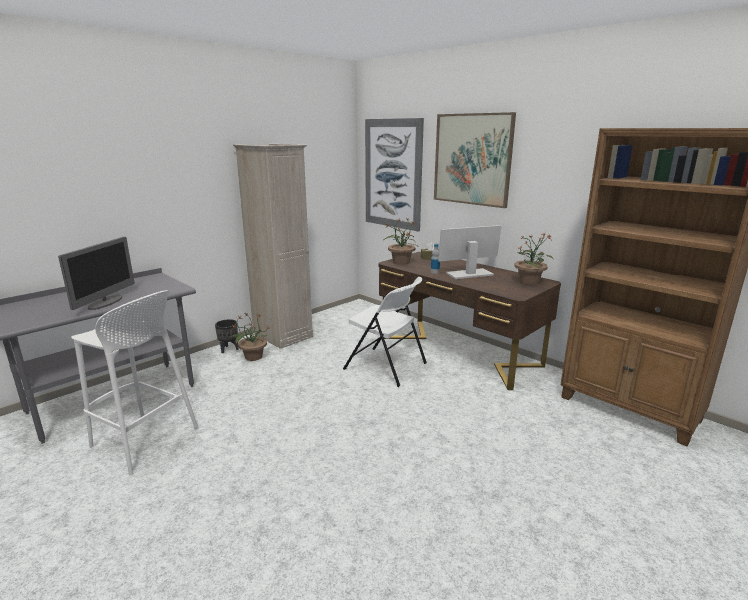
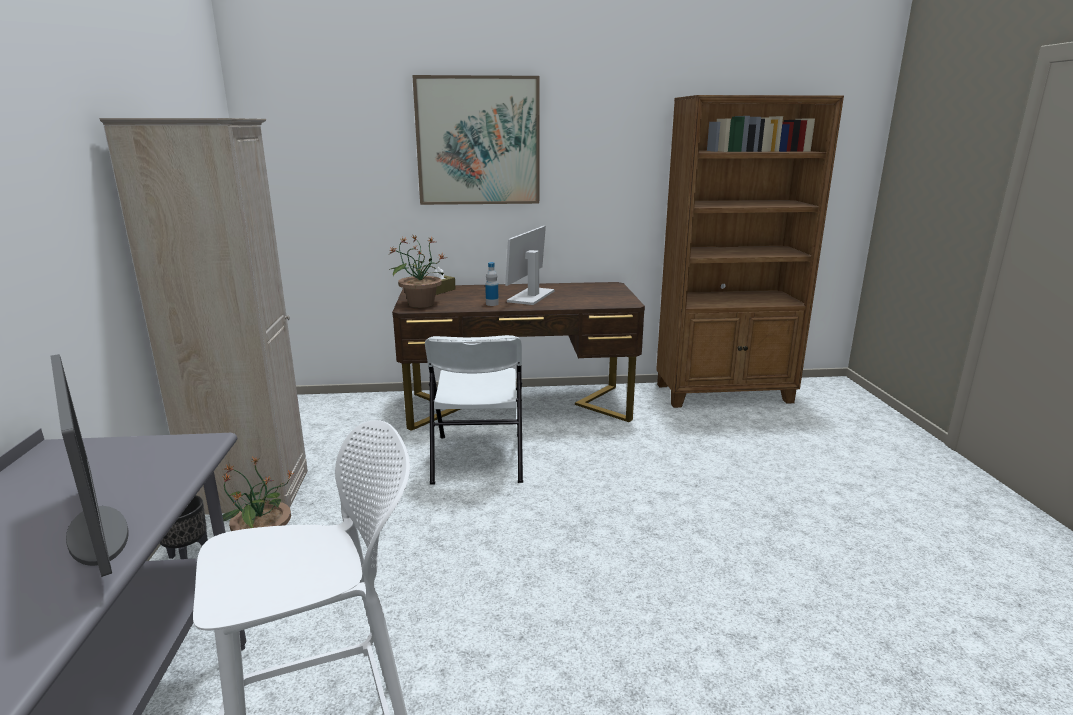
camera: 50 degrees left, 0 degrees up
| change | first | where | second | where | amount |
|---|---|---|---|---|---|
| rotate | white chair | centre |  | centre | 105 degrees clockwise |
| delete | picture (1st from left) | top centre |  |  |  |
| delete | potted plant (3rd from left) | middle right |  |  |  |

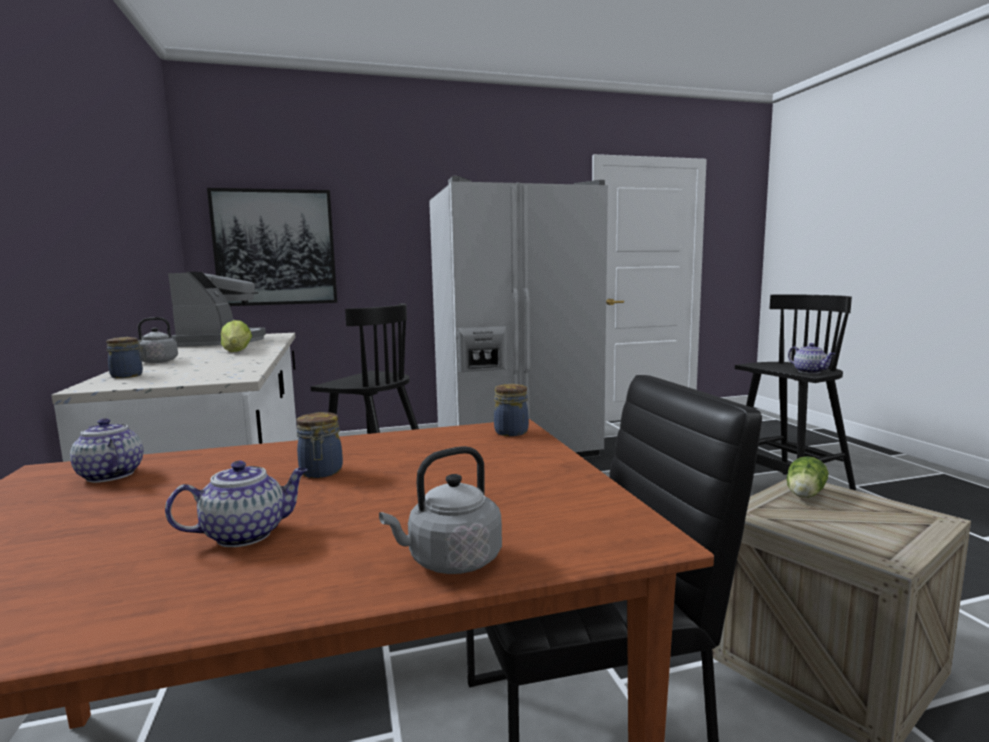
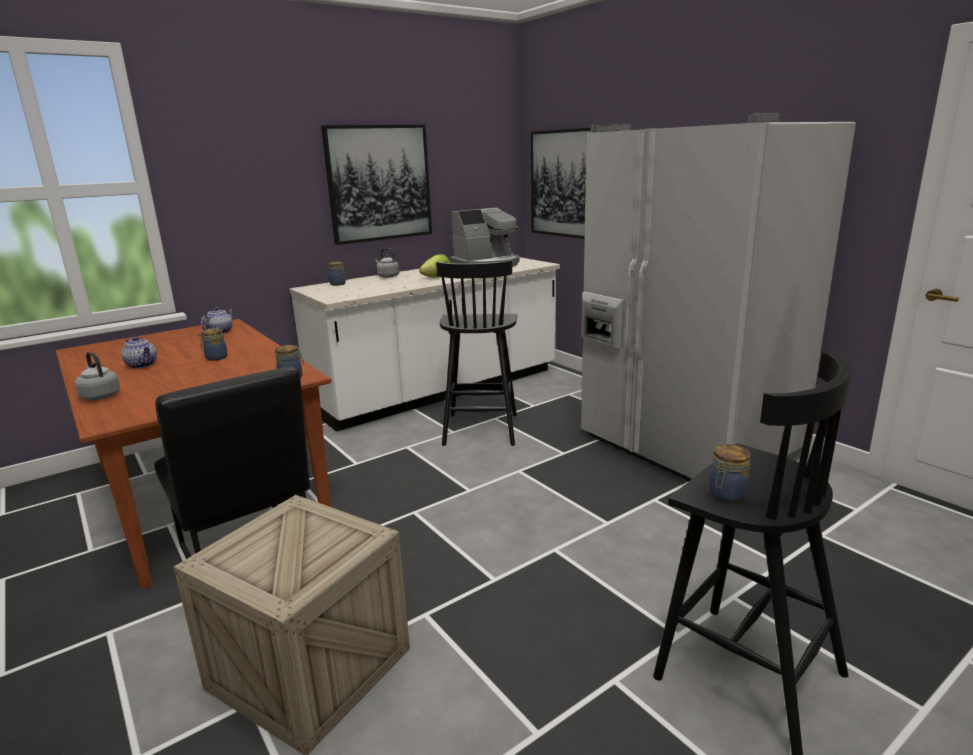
camera: 70 degrees right, 10 degrees up
| change | first | where | second | where | amount |
|---|---|---|---|---|---|
| delete | lettuce (2nd from left) | middle right |  |  |  |
| replace | teapot (3rd from left) | middle right | jar (4th from left) | middle right |  |
| insert |  |  | picture (1st from left) | top centre |  |

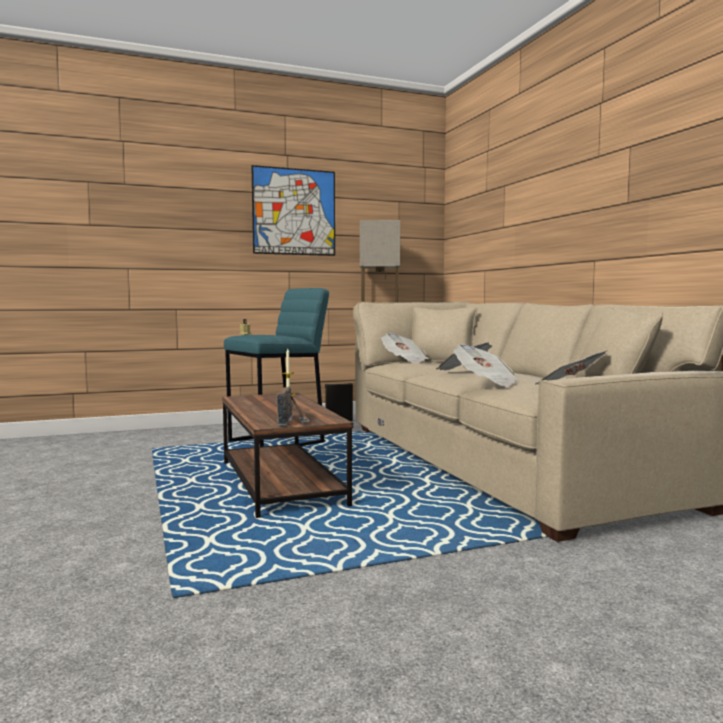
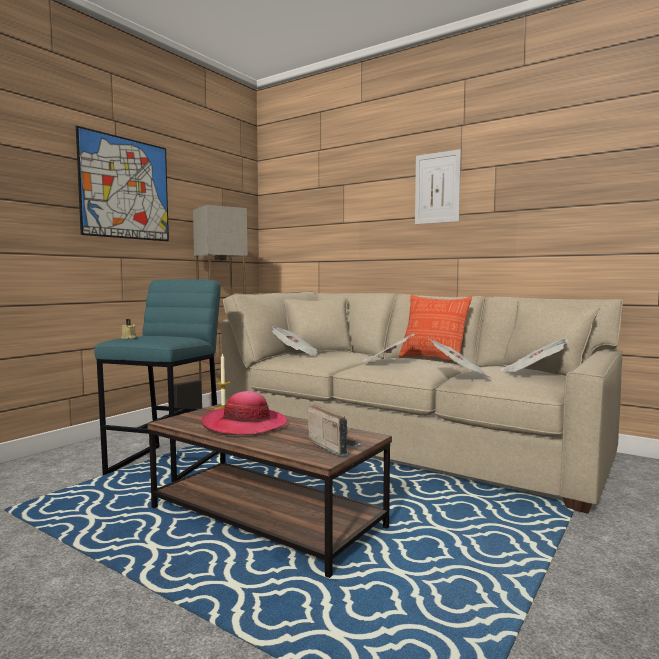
camera: 35 degrees left, 0 degrees up
| change | first | where | second | where | amount |
|---|---|---|---|---|---|
| insert |  |  | hat | centre |  |
| insert |  |  | orange pillow | centre |  |
| insert |  |  | picture (2nd from left) | top centre |  |

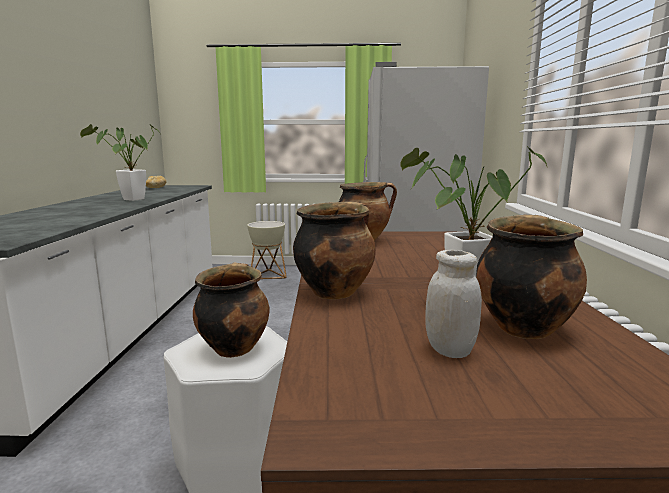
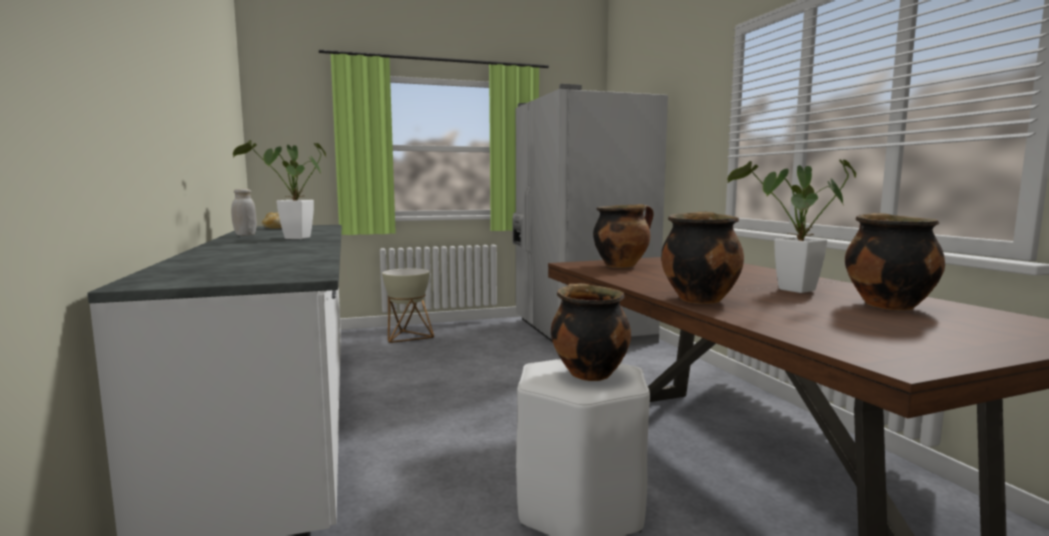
camera: 20 degrees left, 5 degrees down
| change | first | where | second | where | amount |
|---|---|---|---|---|---|
| move | white jar | middle right |  | middle left |  |

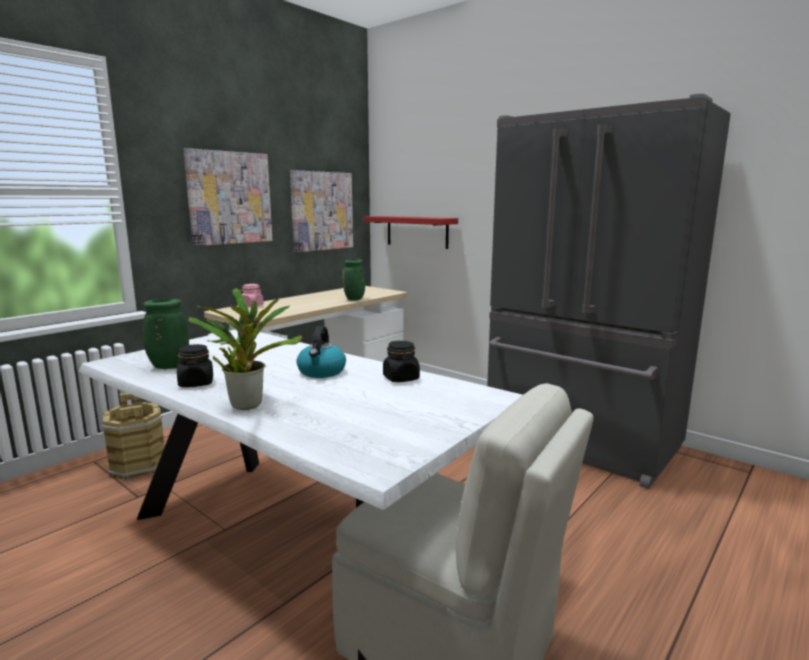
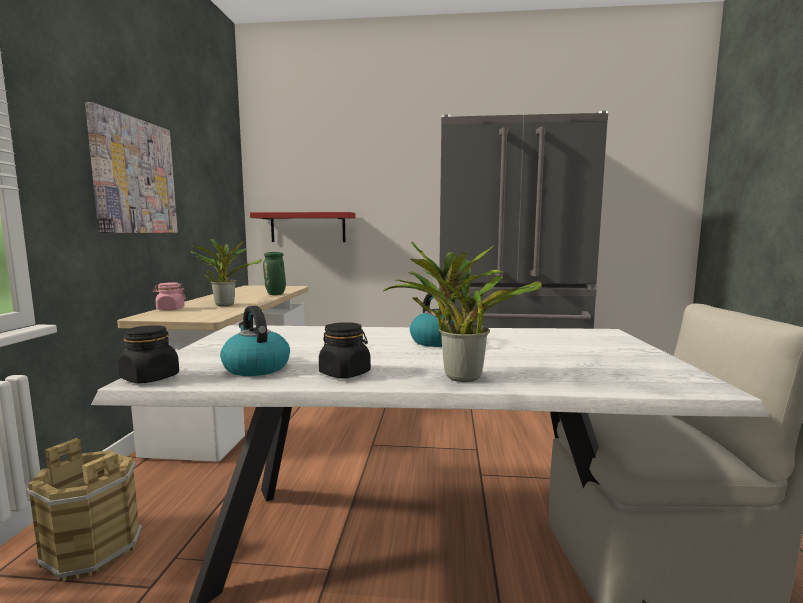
camera: 35 degrees left, 5 degrees down
| change | first | where | second | where | amount |
|---|---|---|---|---|---|
| replace | green vase (1st from left) | middle left | kettle (1st from left) | middle left |  |
| delete | picture (2nd from left) | top centre |  |  |  |
| move | black jar (2nd from left in the first image) | centre | black jar (1st from left) | middle left |  |
| insert |  |  | potted plant (1st from left) | middle left |  |

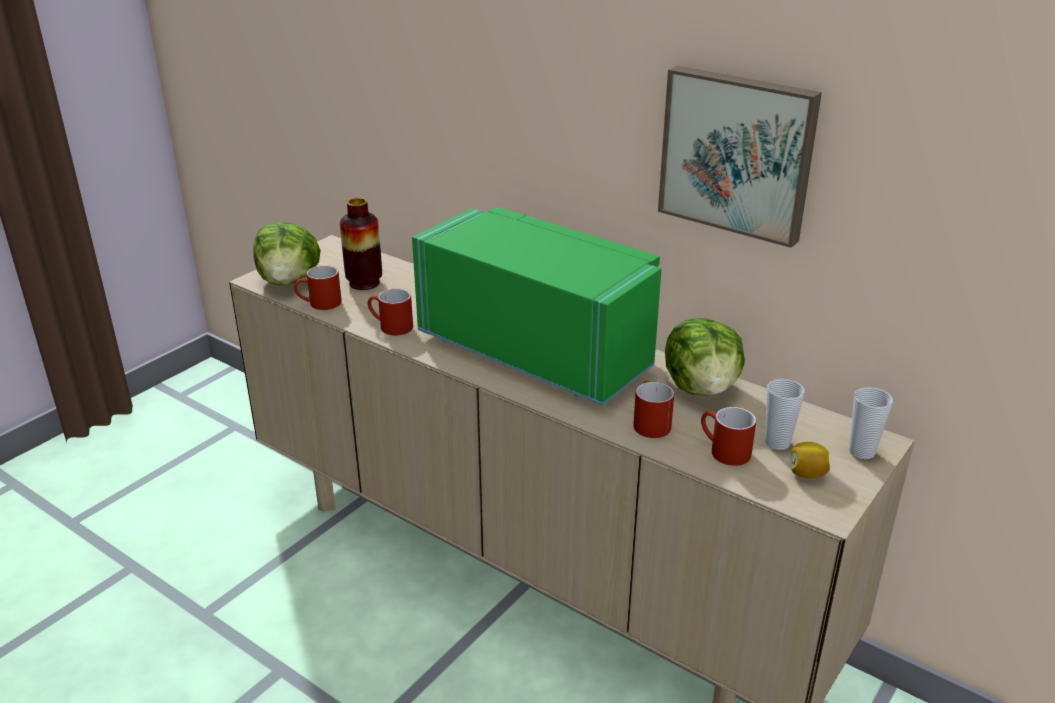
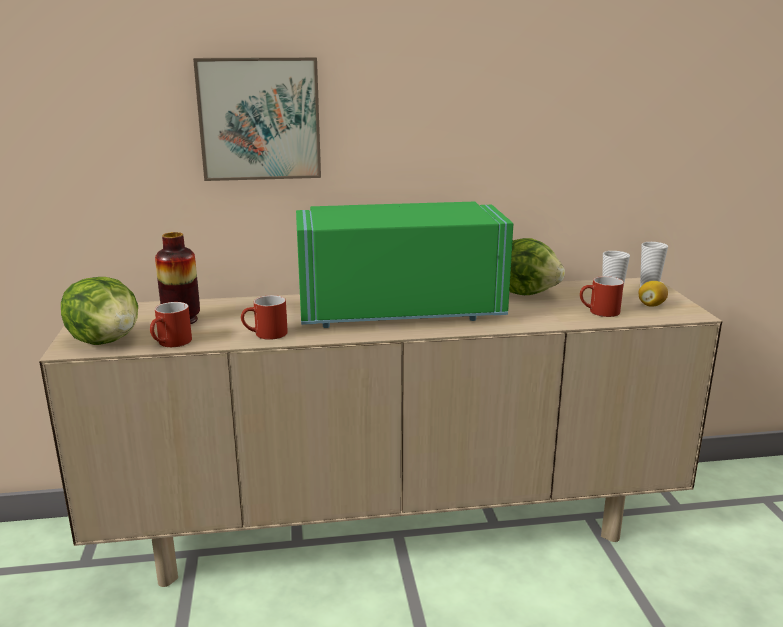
camera: 45 degrees left, 10 degrees down
| change | first | where | second | where | amount |
|---|---|---|---|---|---|
| delete | red mug (3rd from left) | centre |  |  |  |
| move | picture | top right |  | top left |  |

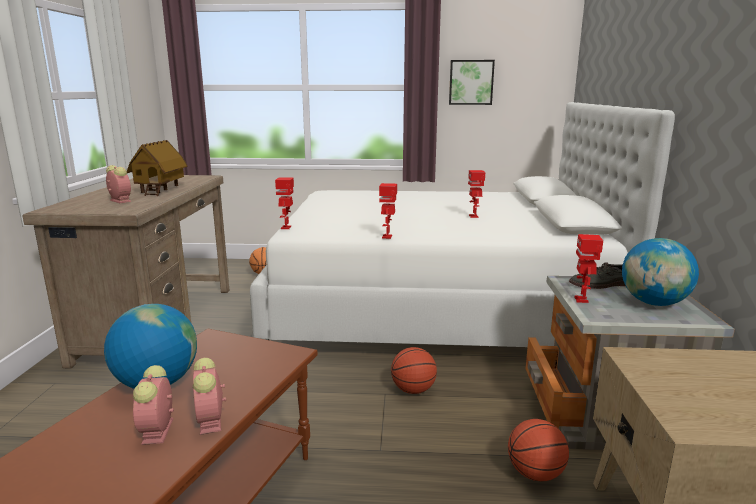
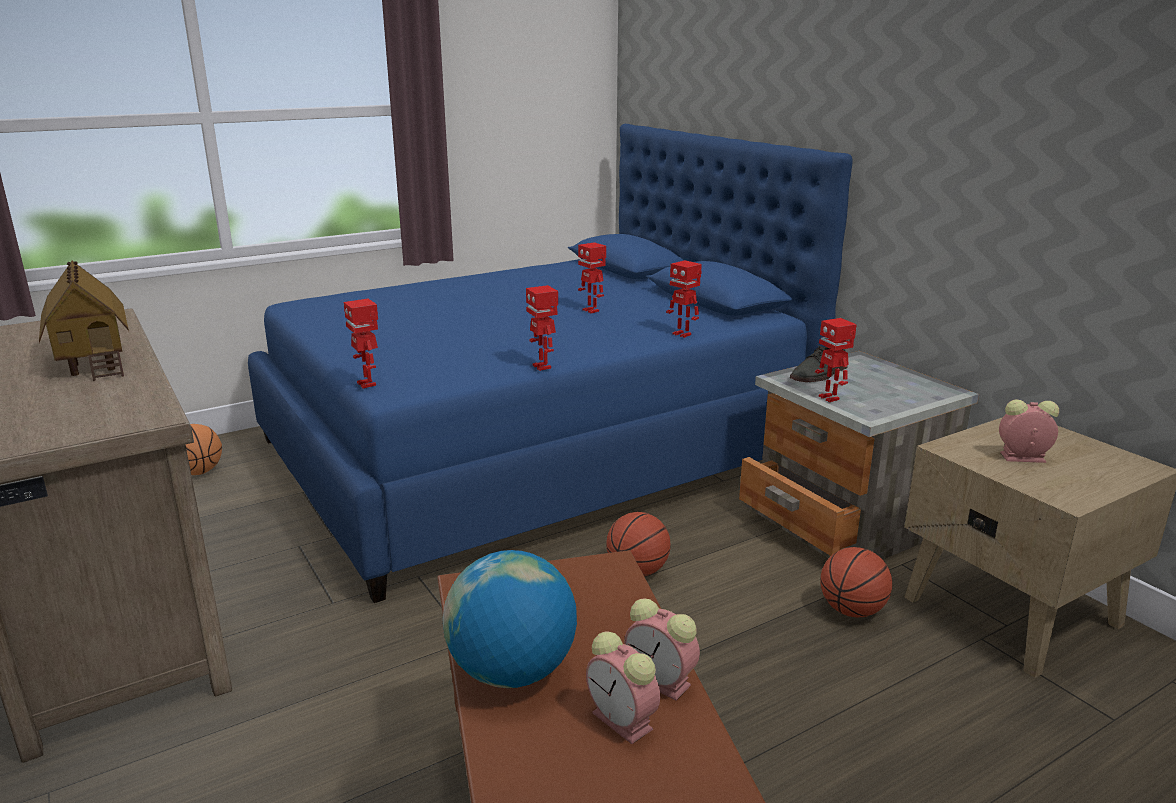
camera: 35 degrees left, 5 degrees up
| change | first | where | second | where | amount |
|---|---|---|---|---|---|
| move | alarm clock (1st from left in the first image) | middle left | alarm clock (3rd from left) | middle right |  |
| recolor | white bed | centre | blue bed | centre |  |
| delete | picture | top centre |  |  |  |
| delete | globe (2nd from left) | middle right |  |  |  |
| insert |  |  | toy robot (4th from left) | centre |  |

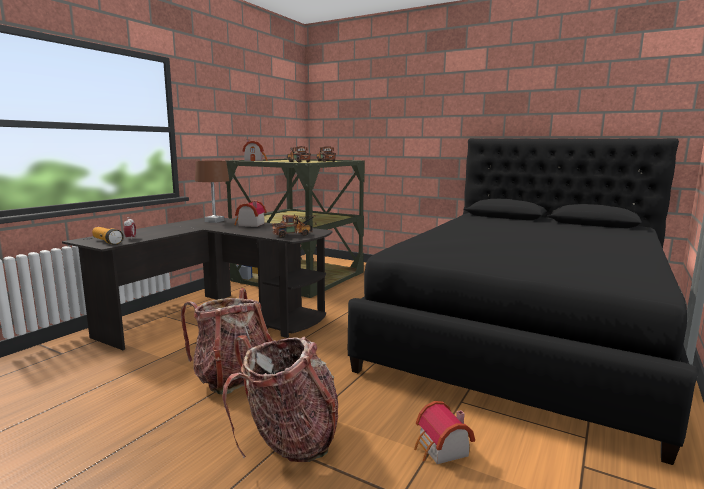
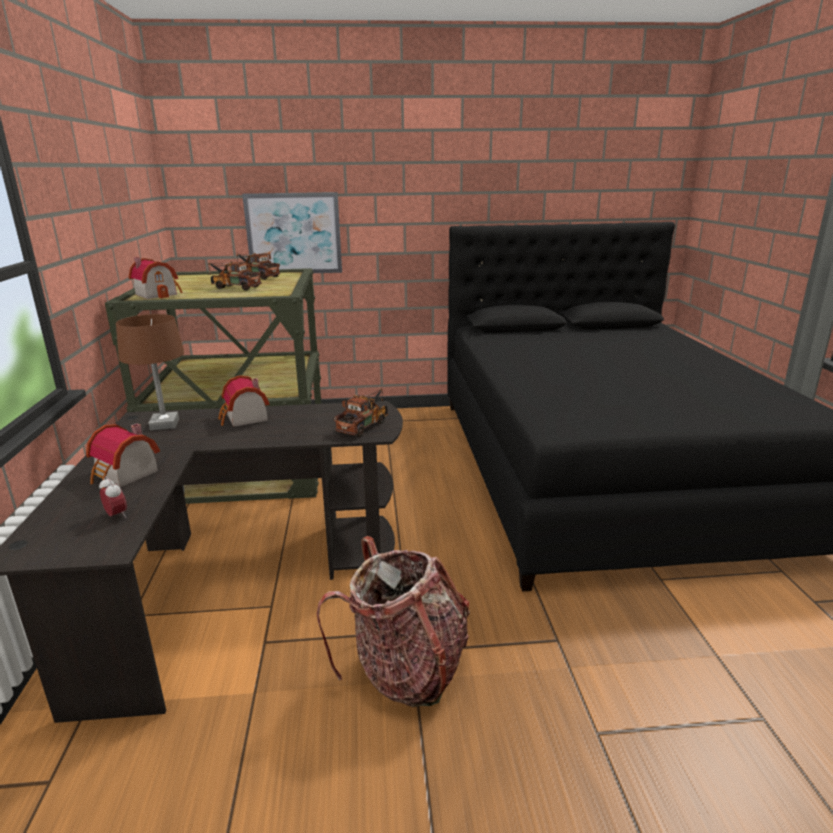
camera: 35 degrees left, 10 degrees up
| change | first | where | second | where | amount |
|---|---|---|---|---|---|
| delete | flashlight | middle left |  |  |  |
| delete | backpack (2nd from left) | bottom centre |  |  |  |
| move | toy house (3rd from left in the first image) | bottom centre | toy house (1st from left) | middle left |  |
| insert |  |  | picture | top centre |  |

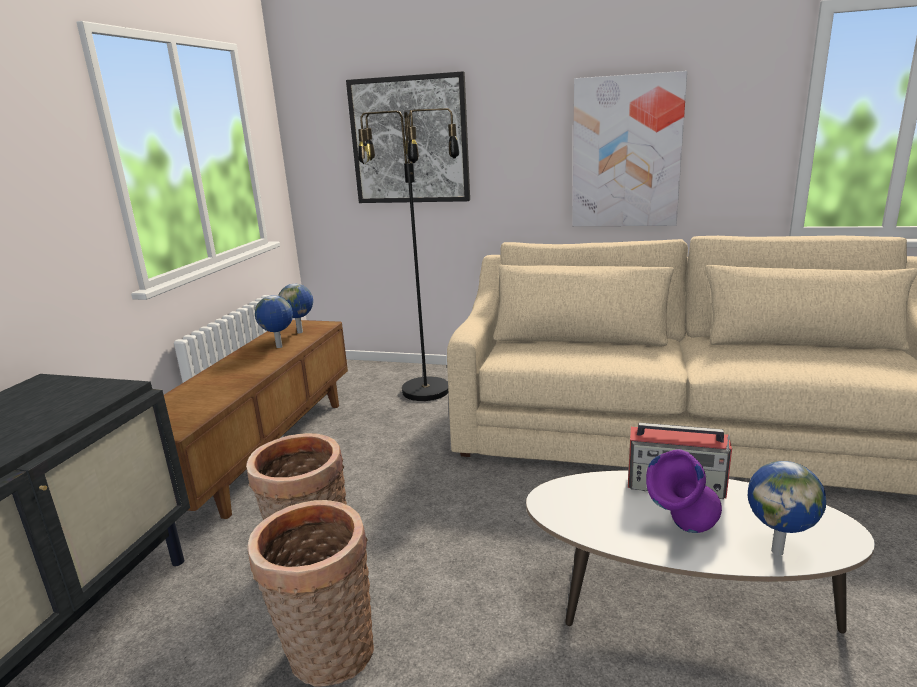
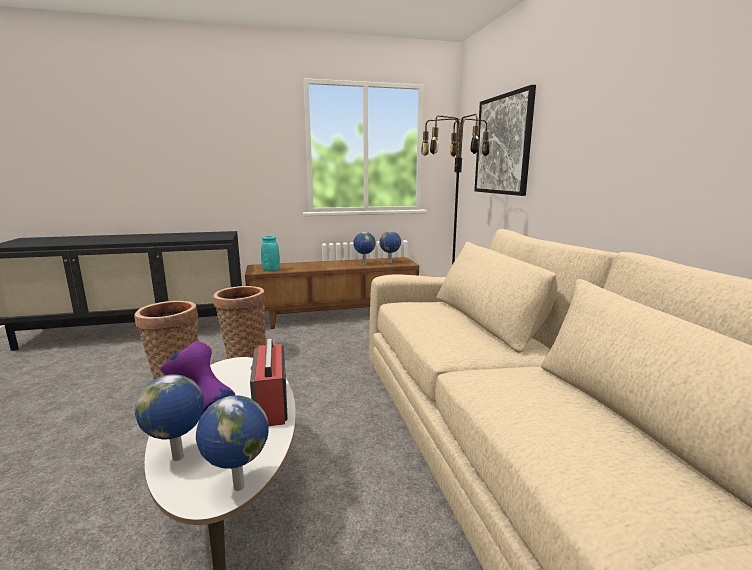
camera: 60 degrees right, 5 degrees down
| change | first | where | second | where | amount |
|---|---|---|---|---|---|
| delete | picture (2nd from left) | top right |  |  |  |
| insert |  |  | globe (2nd from left) | bottom left |  |
| insert |  |  | turquoise vase | centre |  |

